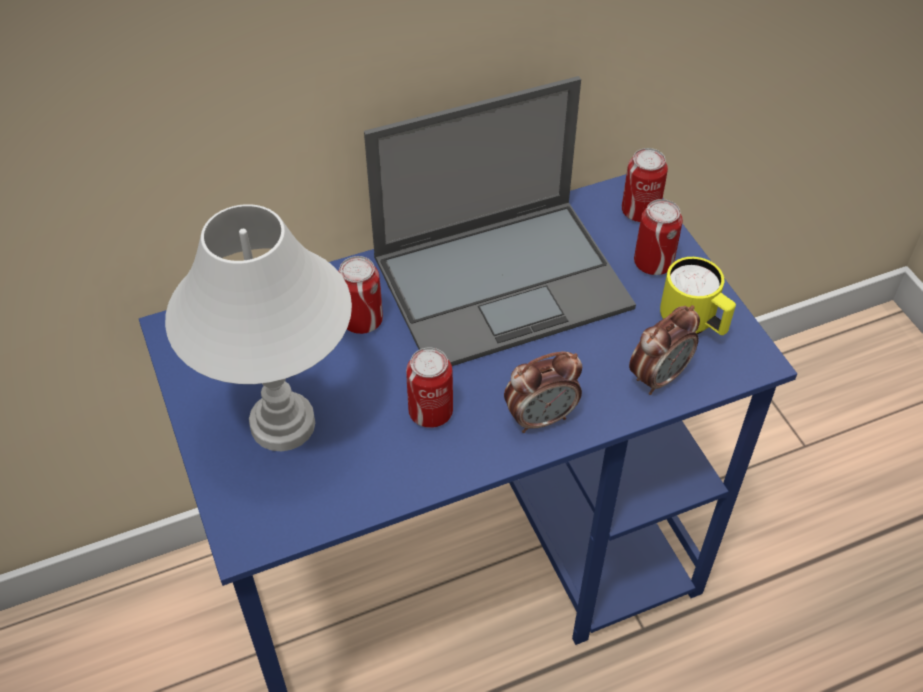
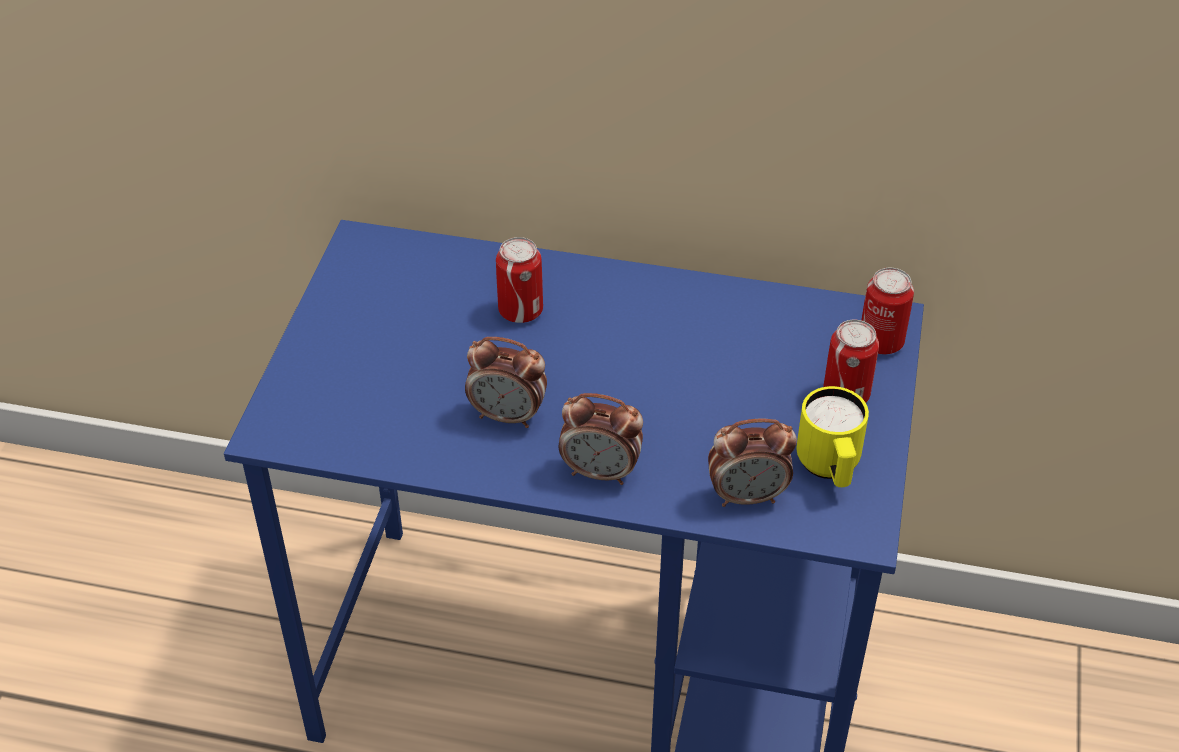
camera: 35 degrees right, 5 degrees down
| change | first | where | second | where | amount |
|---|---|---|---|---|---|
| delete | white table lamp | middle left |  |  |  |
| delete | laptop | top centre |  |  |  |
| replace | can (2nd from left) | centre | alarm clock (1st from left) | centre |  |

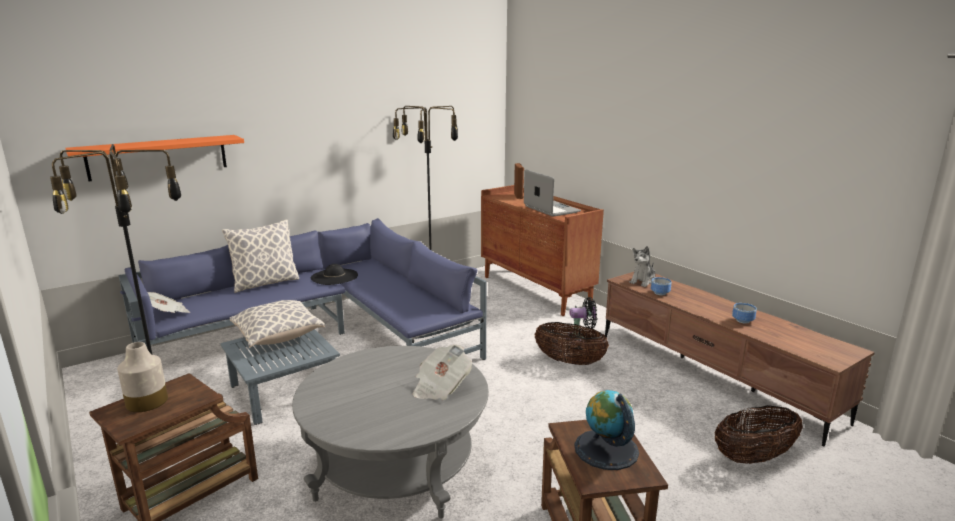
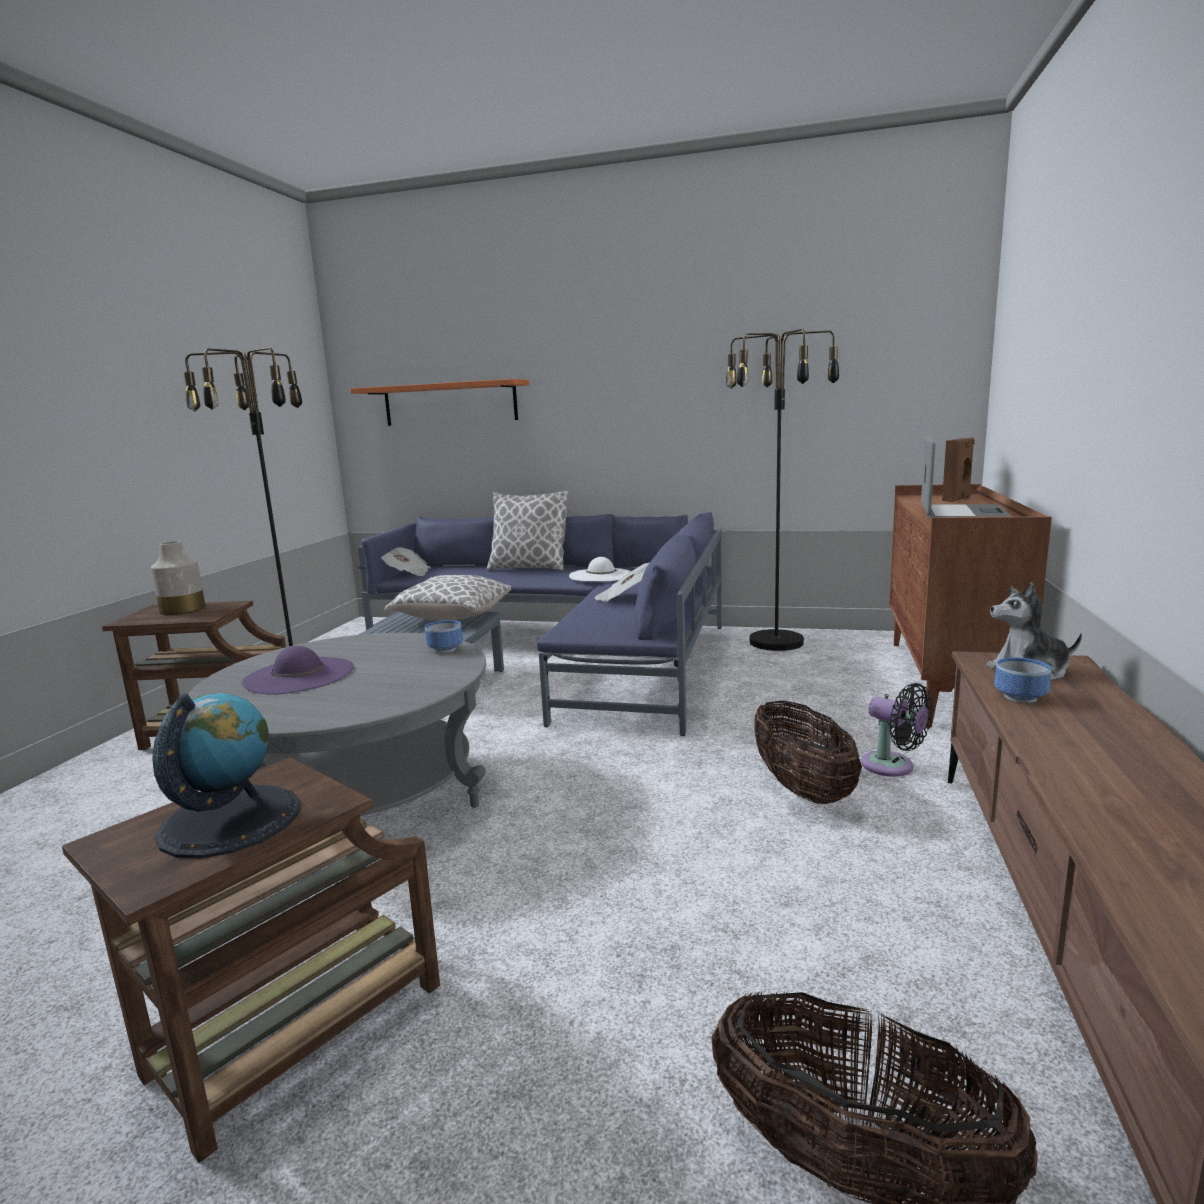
camera: 50 degrees right, 5 degrees down
| change | first | where | second | where | amount |
|---|---|---|---|---|---|
| recolor | black hat | centre | white hat | centre |  |
| move | newspaper (2nd from left) | bottom centre |  | centre |  |
| move | bowl (2nd from left in the first image) | middle right | bowl (1st from left) | centre |  |
| insert |  |  | purple hat | middle left |  |

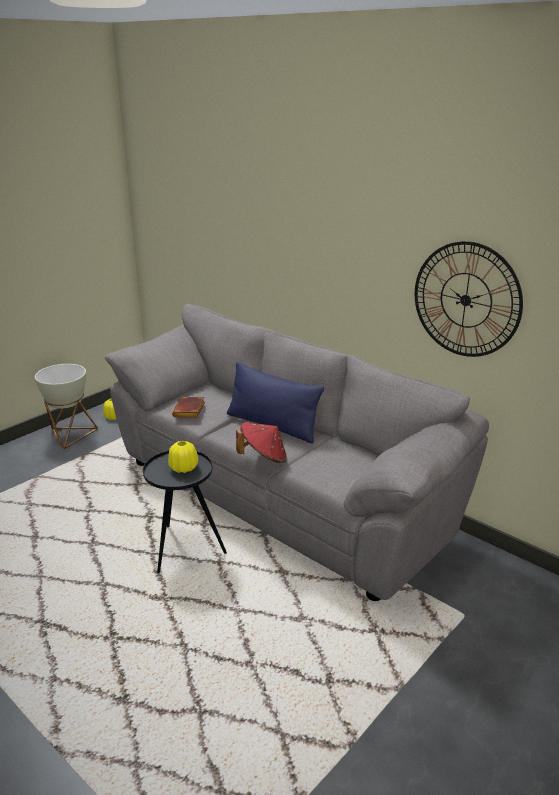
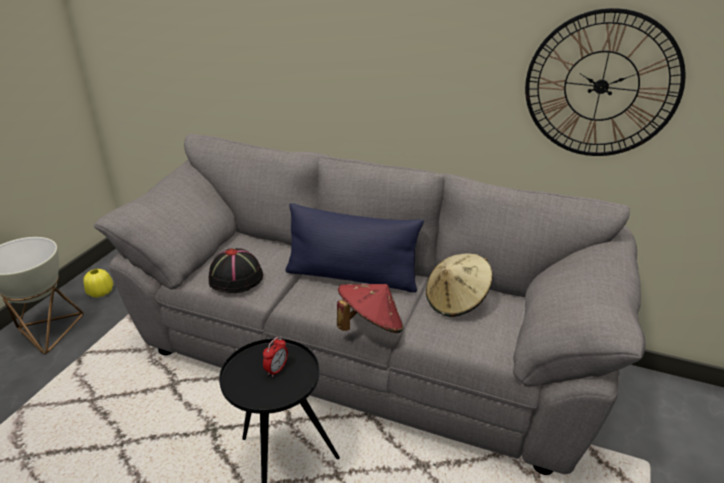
camera: 20 degrees left, 5 degrees up
| change | first | where | second | where | amount |
|---|---|---|---|---|---|
| replace | yellow vase (2nd from left) | middle left | alarm clock | bottom centre |  |
| replace | brown book | centre | black hat | middle left |  |
| insert |  |  | beige hat | centre |  |

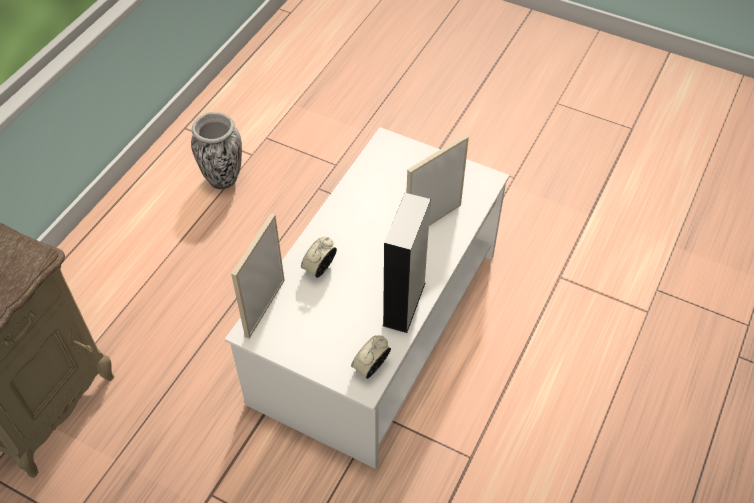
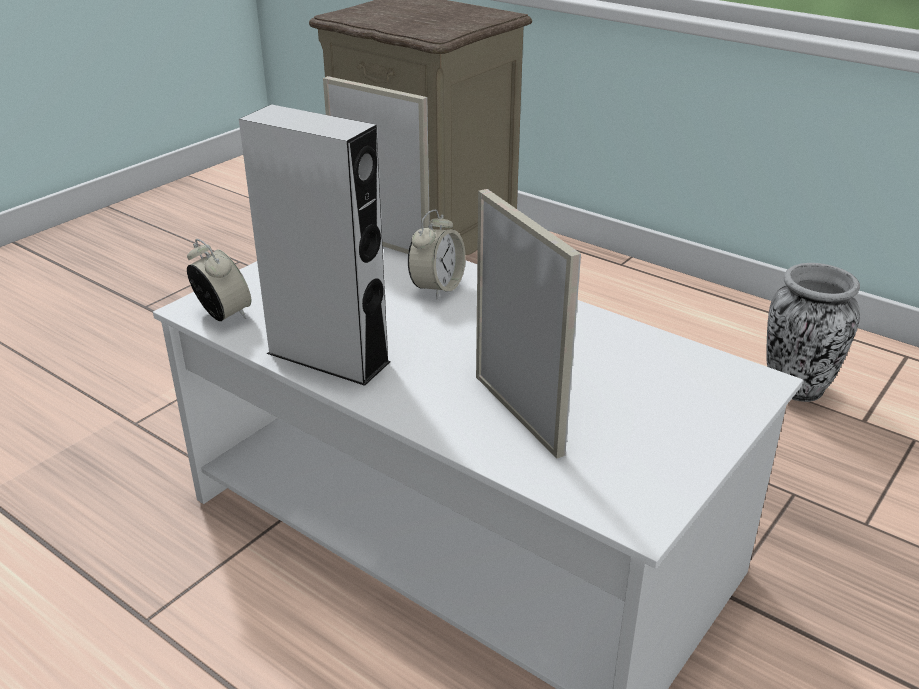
camera: 100 degrees right, 20 degrees down
| change | first | where | second | where | amount |
|---|---|---|---|---|---|
| rotate | alarm clock (1st from left in the first image) | centre | alarm clock (2nd from left) | centre | 75 degrees clockwise |

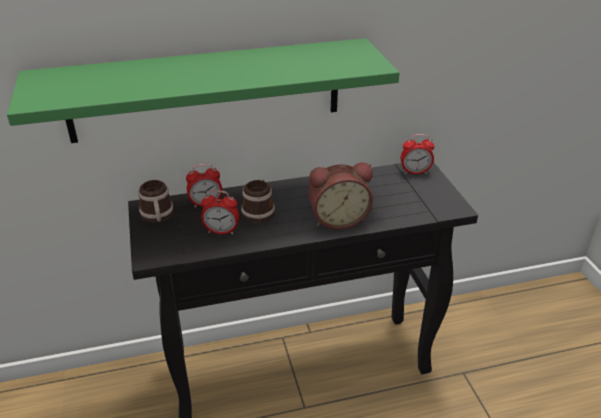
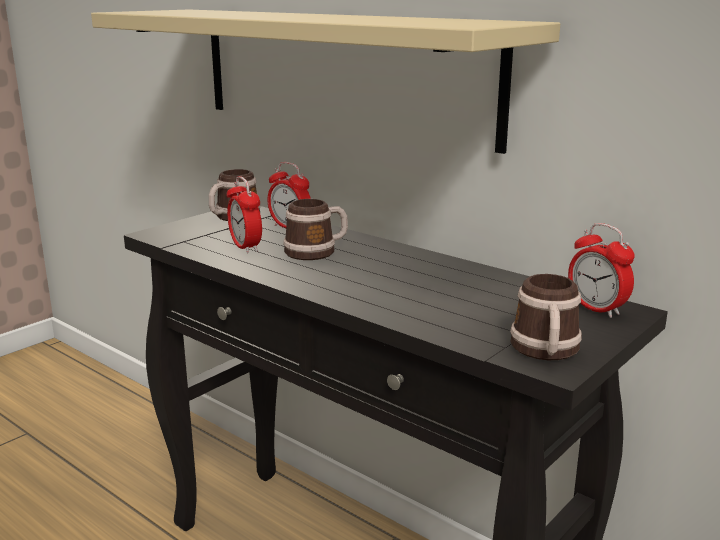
camera: 55 degrees right, 15 degrees down
| change | first | where | second | where | amount |
|---|---|---|---|---|---|
| recolor | green shelf | top centre | beige shelf | top centre |  |
| delete | alarm clock (3rd from left) | centre |  |  |  |
| insert |  |  | mug (3rd from left) | middle right |  |

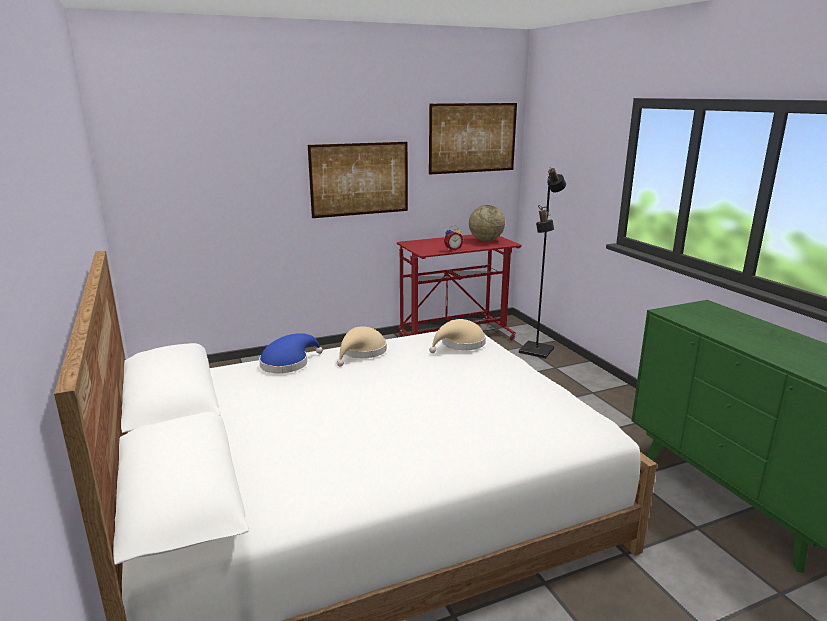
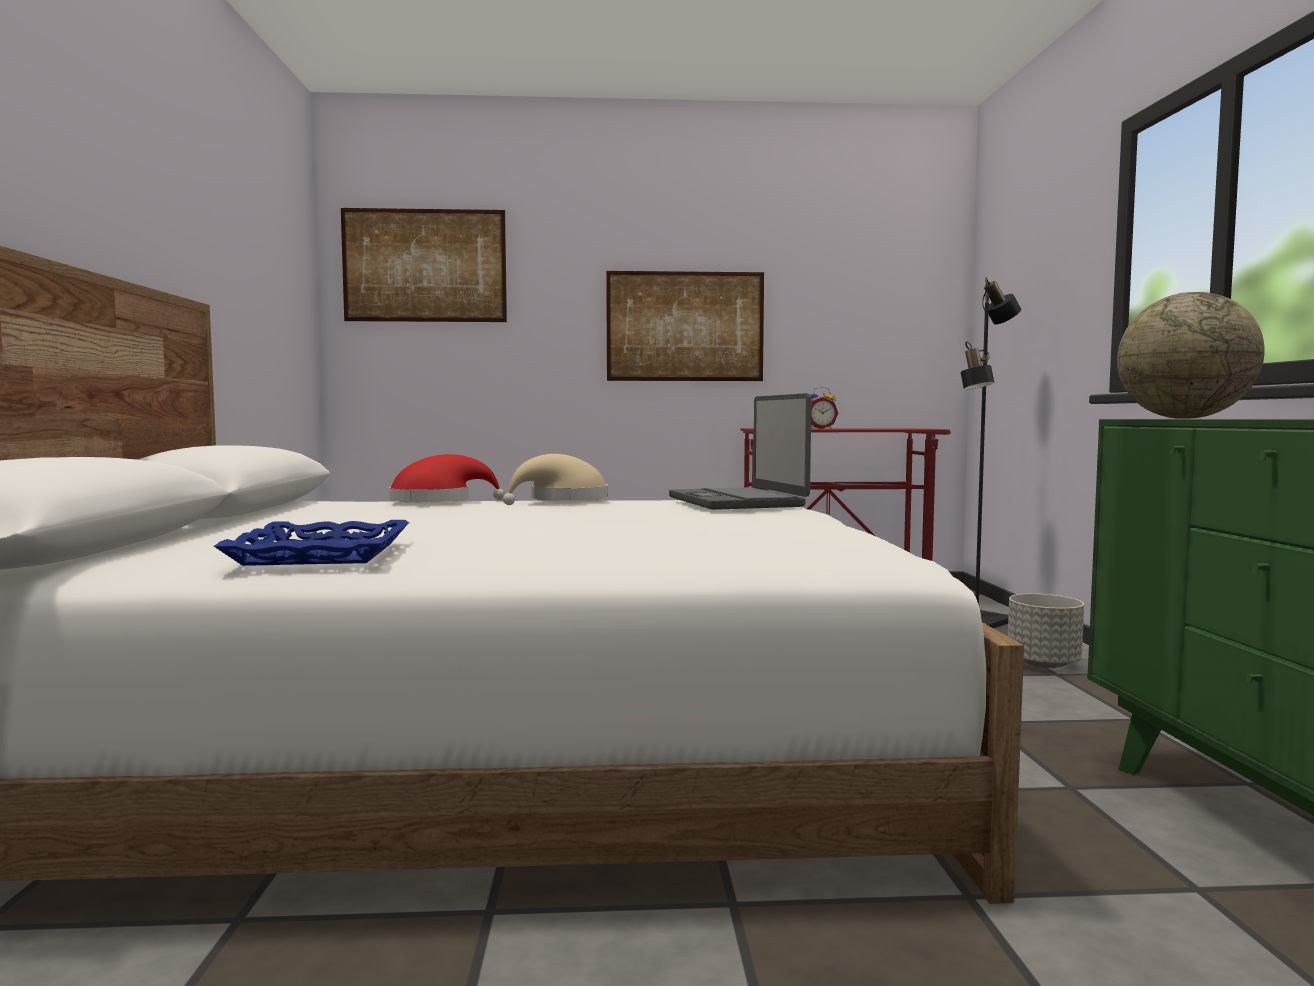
camera: 20 degrees right, 15 degrees down
| change | first | where | second | where | amount |
|---|---|---|---|---|---|
| recolor | blue hat | centre | red hat | centre |  |
| move | picture (2nd from left in the first image) | top centre | picture (1st from left) | top left |  |
| replace | beige hat (2nd from left) | centre | laptop | centre |  |
| move | globe | centre |  | middle right |  |
| insert |  |  | blue tray | middle left |  |
| insert |  |  | grey planter | middle right |  |

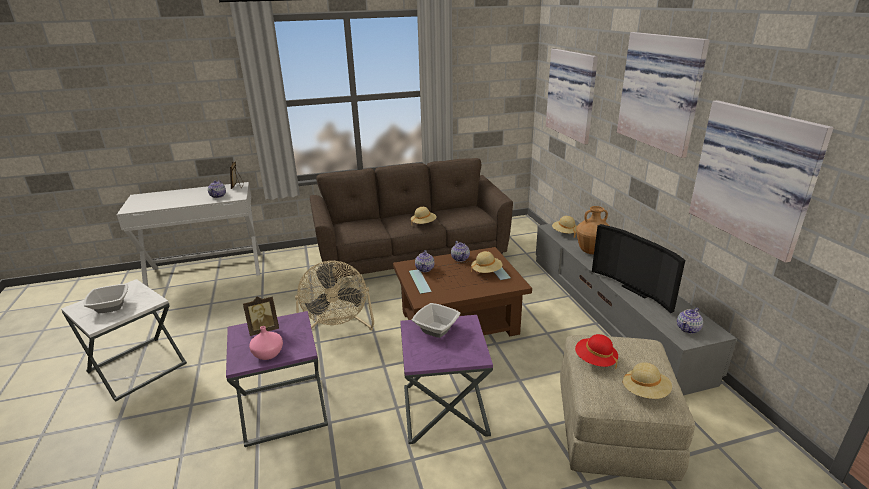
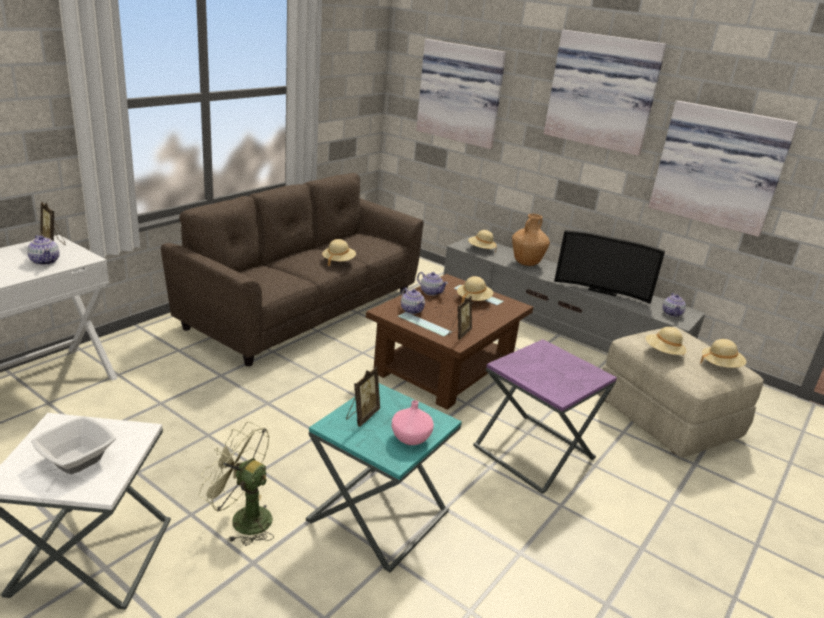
camera: 40 degrees left, 0 degrees up
| change | first | where | second | where | amount |
|---|---|---|---|---|---|
| recolor | purple side table (1st from left) | bottom left | turquoise side table | bottom centre |  |
| delete | beige fan | centre |  |  |  |
| delete | bowl (2nd from left) | centre |  |  |  |
| recolor | red hat | bottom right | beige hat (4th from left) | middle right |  |
| insert |  |  | green fan | bottom left |  |
| insert |  |  | picture frame (3rd from left) | centre |  |

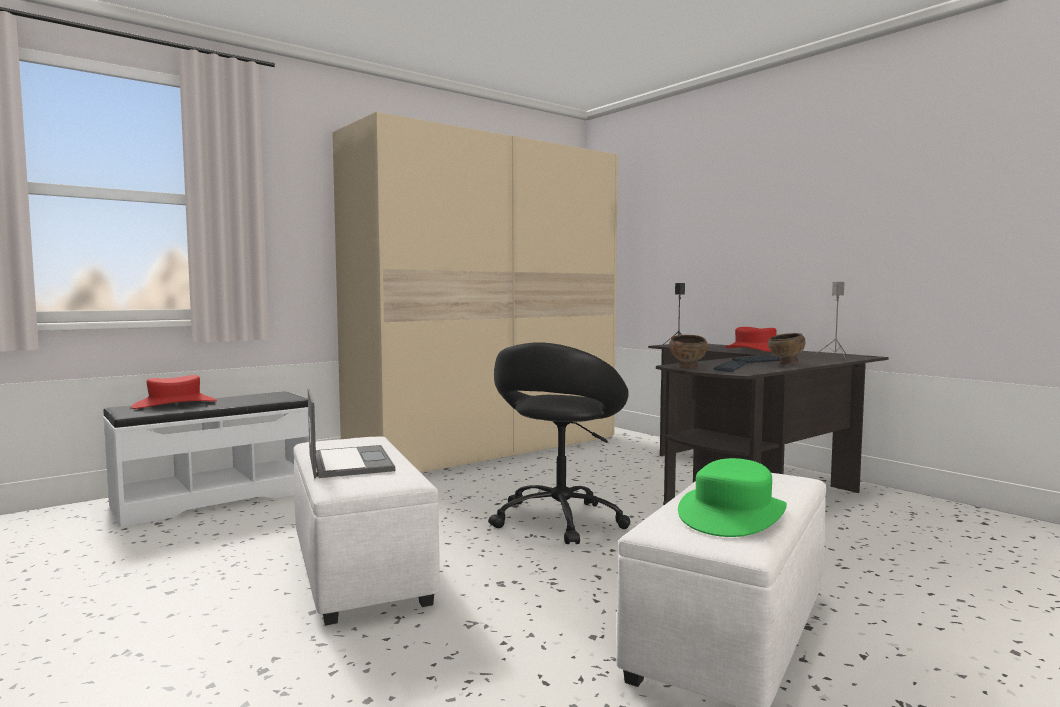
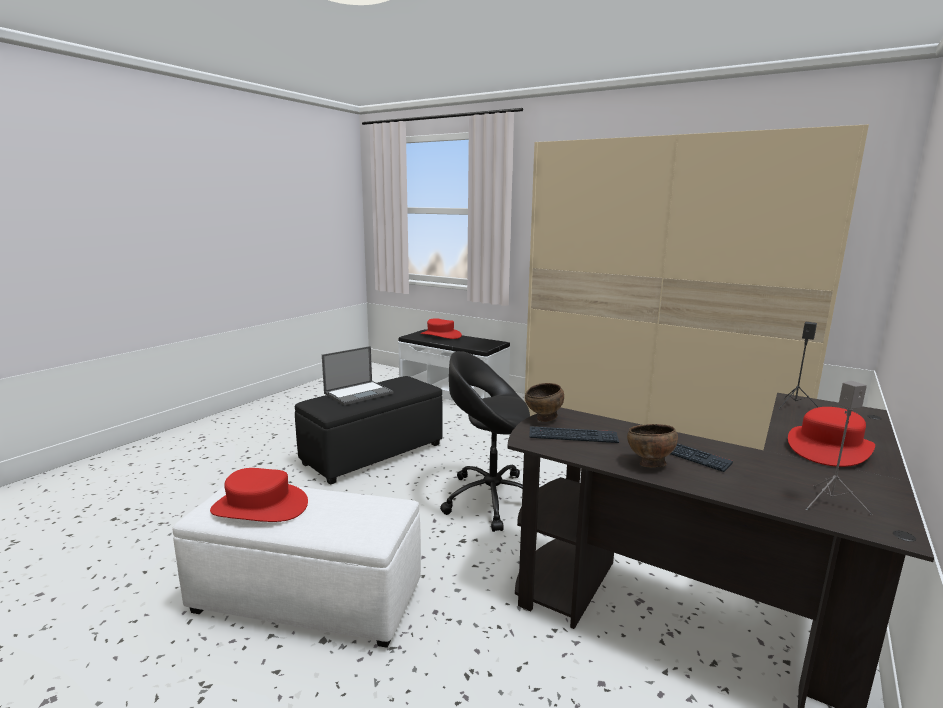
camera: 70 degrees right, 10 degrees up
| change | first | where | second | where | amount |
|---|---|---|---|---|---|
| recolor | white ottoman (1st from left) | bottom centre | black ottoman | centre |  |
| recolor | green hat | bottom right | red hat (1st from left) | bottom left |  |

